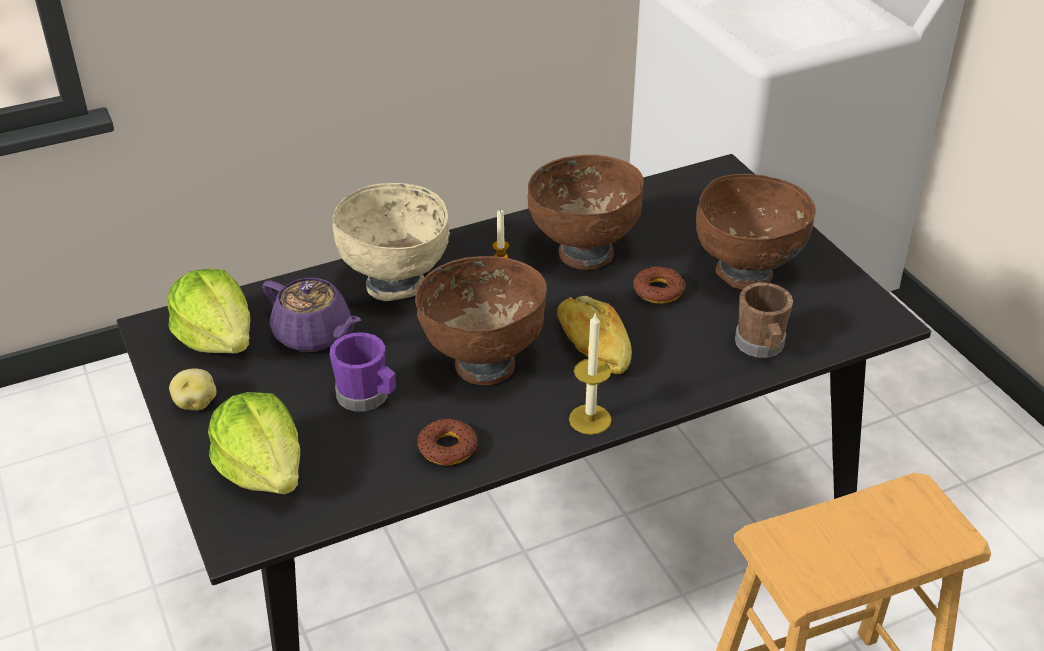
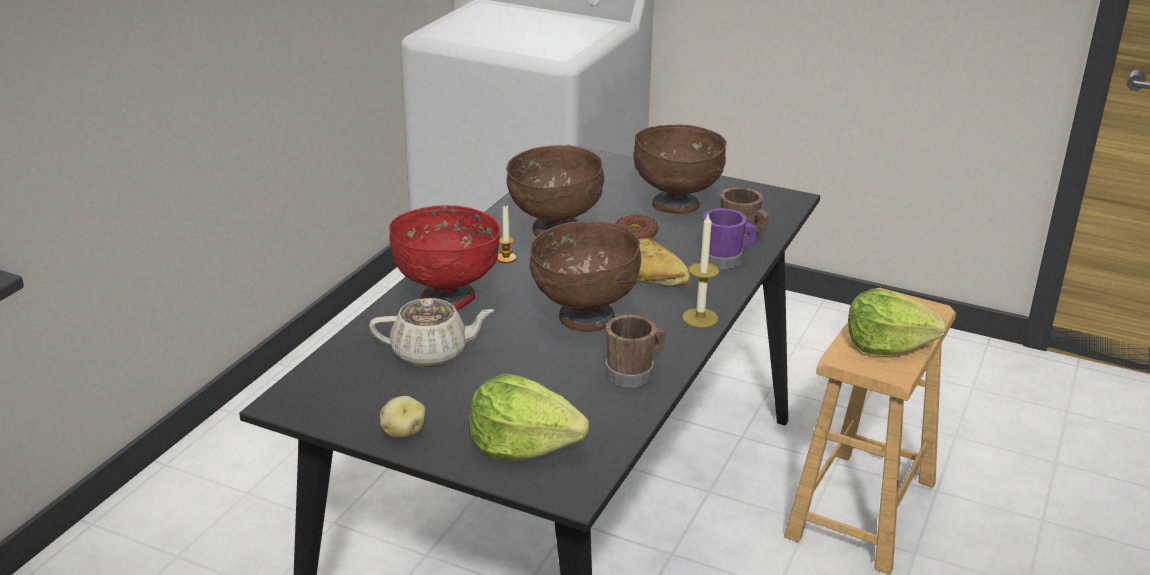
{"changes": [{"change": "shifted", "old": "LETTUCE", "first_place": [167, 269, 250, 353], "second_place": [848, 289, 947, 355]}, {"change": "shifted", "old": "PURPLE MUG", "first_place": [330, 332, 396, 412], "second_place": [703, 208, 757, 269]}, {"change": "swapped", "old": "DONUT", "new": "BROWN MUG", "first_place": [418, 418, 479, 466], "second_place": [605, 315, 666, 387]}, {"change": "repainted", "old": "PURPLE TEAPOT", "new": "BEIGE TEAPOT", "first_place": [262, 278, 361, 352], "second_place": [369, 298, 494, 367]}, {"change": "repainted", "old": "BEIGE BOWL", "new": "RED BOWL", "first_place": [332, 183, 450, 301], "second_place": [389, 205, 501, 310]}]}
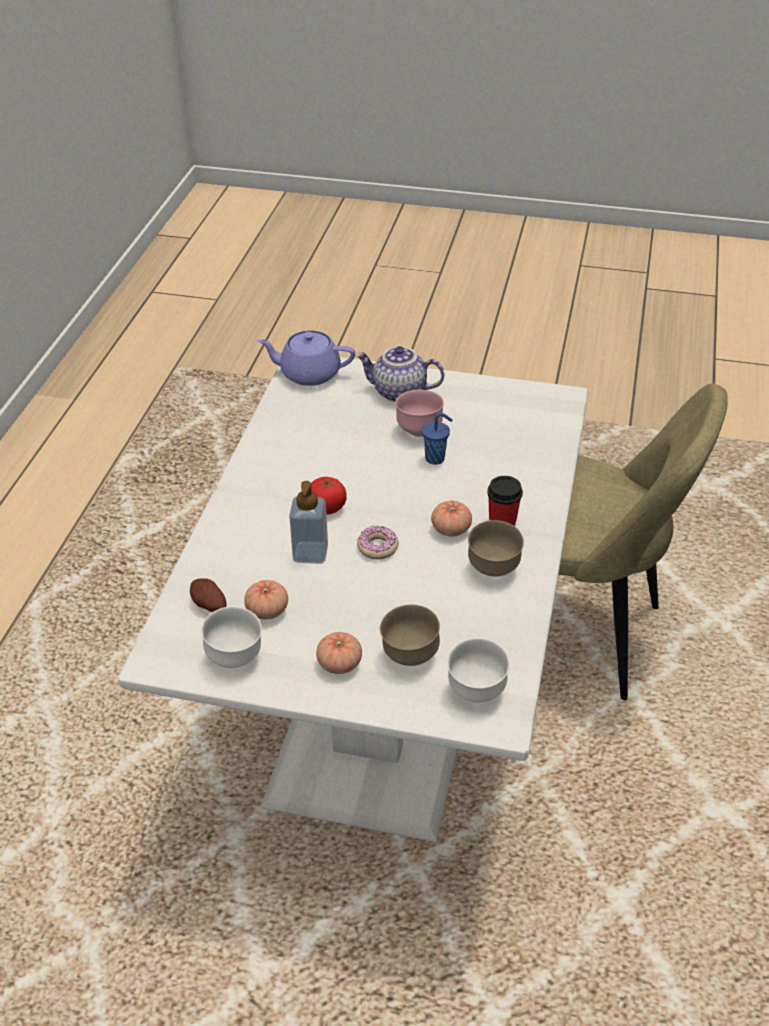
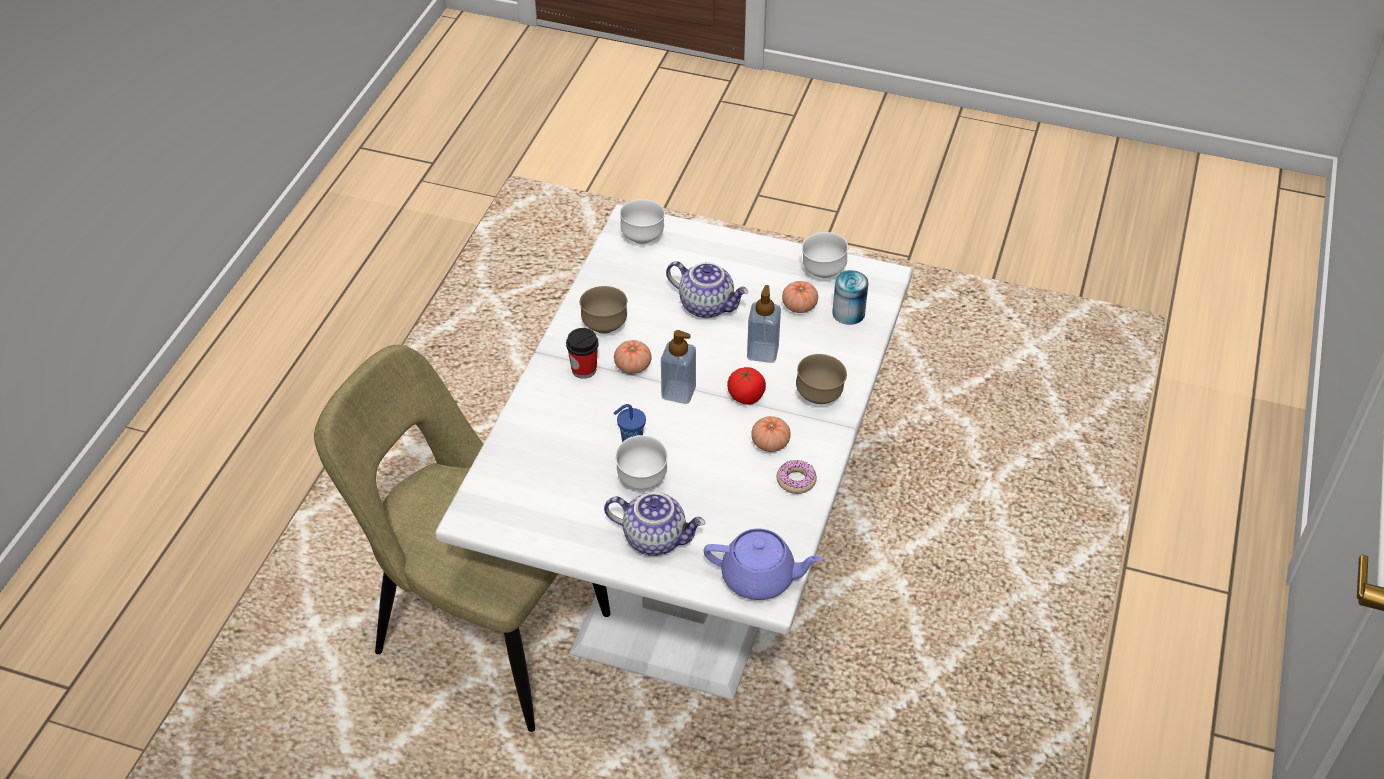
{"changes": [{"change": "new", "new": "SOAP DISPENSER", "second_place": [661, 330, 696, 404]}, {"change": "new", "new": "TEAPOT", "second_place": [666, 261, 748, 318]}, {"change": "shifted", "old": "TOMATO", "first_place": [316, 632, 362, 674], "second_place": [751, 416, 791, 452]}, {"change": "shifted", "old": "DONUT", "first_place": [357, 526, 399, 559], "second_place": [776, 460, 817, 494]}, {"change": "shifted", "old": "BROWN BOWL", "first_place": [380, 605, 440, 666], "second_place": [796, 354, 847, 404]}, {"change": "swapped", "old": "POTATO", "new": "CAN", "first_place": [190, 578, 227, 612], "second_place": [832, 270, 868, 325]}, {"change": "repainted", "old": "PINK BOWL", "new": "WHITE BOWL", "first_place": [395, 390, 444, 437], "second_place": [615, 435, 668, 489]}]}
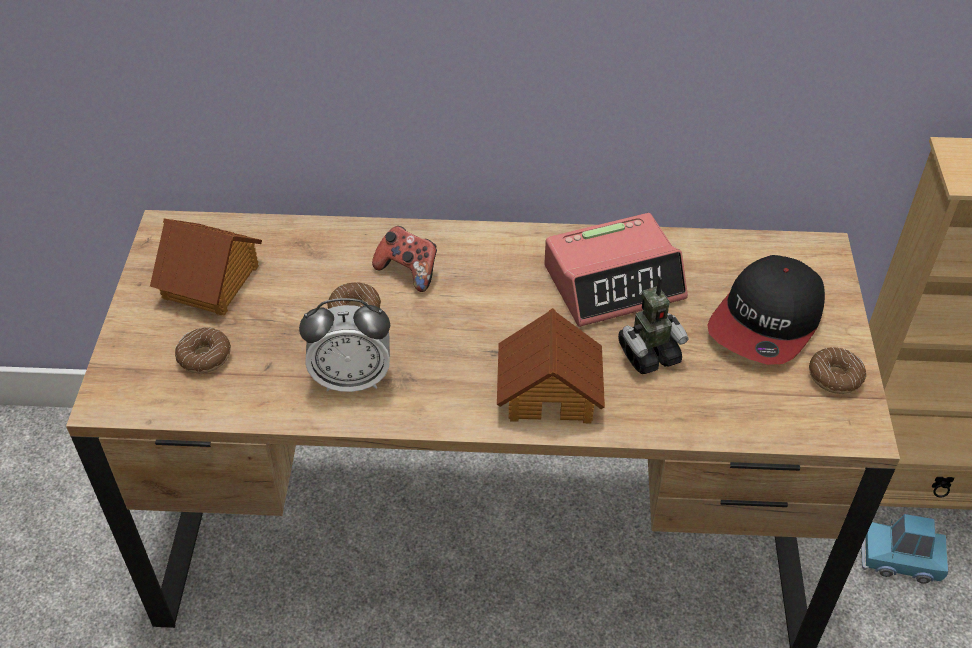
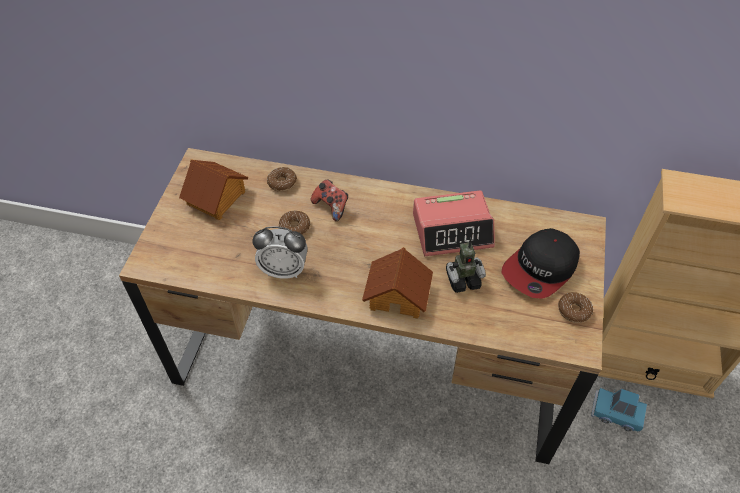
{"changes": [{"change": "shifted", "old": "DONUT", "first_place": [175, 327, 231, 373], "second_place": [267, 167, 297, 192]}]}
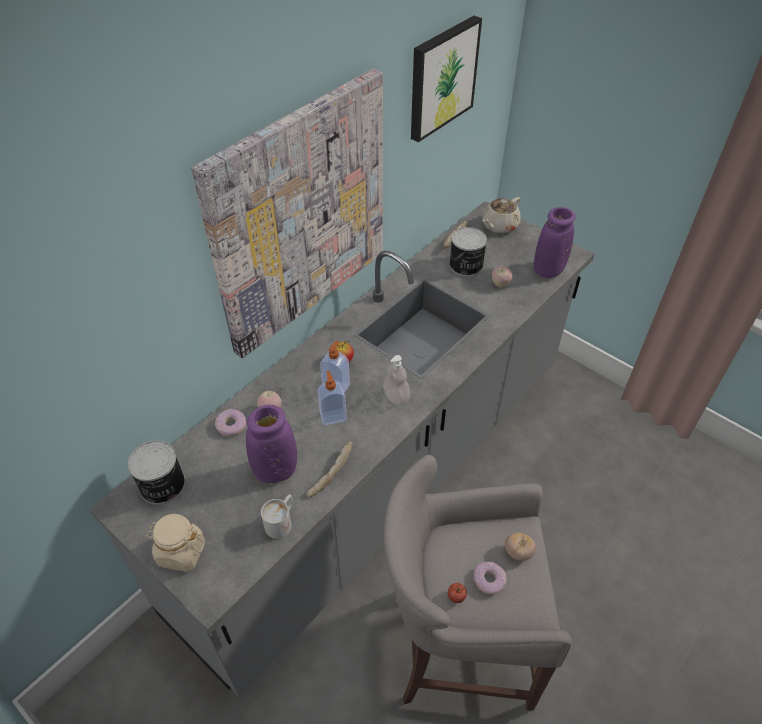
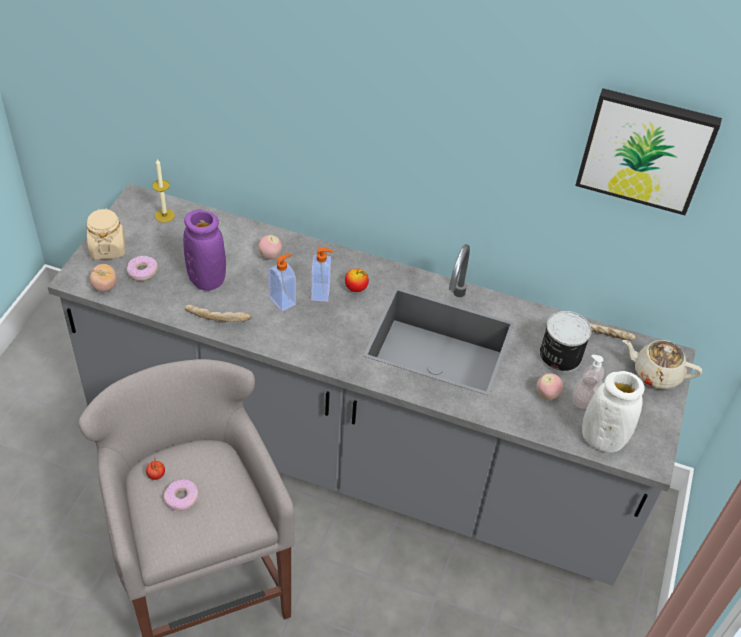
{"changes": [{"change": "gone", "old": "PICTURE", "first_place": [191, 69, 383, 358]}, {"change": "gone", "old": "WHITE MUG", "first_place": [261, 495, 293, 539]}, {"change": "shifted", "old": "DONUT", "first_place": [215, 409, 246, 436], "second_place": [127, 255, 158, 281]}, {"change": "shifted", "old": "SOAP DISPENSER", "first_place": [383, 355, 410, 406], "second_place": [572, 355, 604, 409]}, {"change": "shifted", "old": "TOMATO", "first_place": [505, 533, 536, 561], "second_place": [89, 264, 117, 292]}, {"change": "swapped", "old": "CAN", "new": "CANDLE", "first_place": [128, 441, 186, 505], "second_place": [152, 159, 175, 223]}, {"change": "repainted", "old": "PURPLE VASE", "new": "WHITE VASE", "first_place": [533, 207, 576, 278], "second_place": [582, 371, 645, 453]}]}
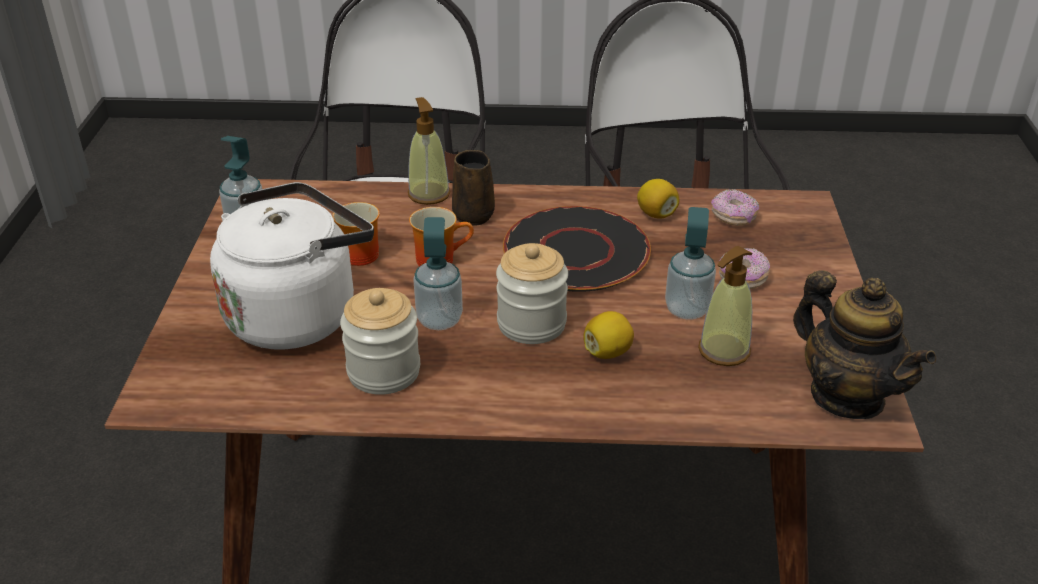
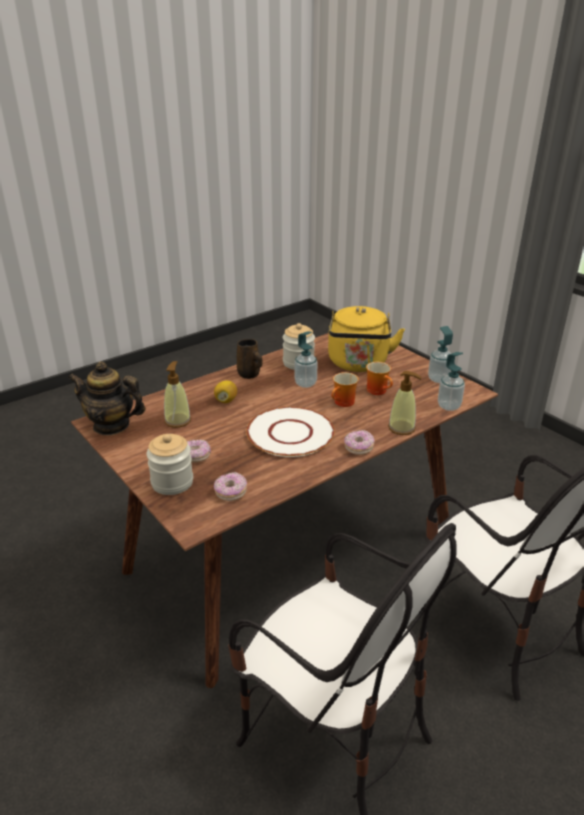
{"changes": [{"change": "gone", "old": "LEMON", "first_place": [637, 179, 679, 218]}, {"change": "new", "new": "DONUT", "second_place": [344, 430, 374, 455]}, {"change": "shifted", "old": "BROWN MUG", "first_place": [452, 150, 495, 226], "second_place": [237, 339, 263, 379]}, {"change": "shifted", "old": "JAR", "first_place": [496, 243, 568, 344], "second_place": [147, 434, 193, 495]}, {"change": "shifted", "old": "SOAP DISPENSER", "first_place": [665, 207, 716, 320], "second_place": [438, 352, 465, 411]}, {"change": "repainted", "old": "WHITE KETTLE", "new": "YELLOW KETTLE", "first_place": [210, 182, 374, 350], "second_place": [328, 306, 405, 372]}, {"change": "repainted", "old": "BLACK PLATE", "new": "WHITE PLATE", "first_place": [503, 206, 651, 292], "second_place": [246, 407, 335, 457]}]}
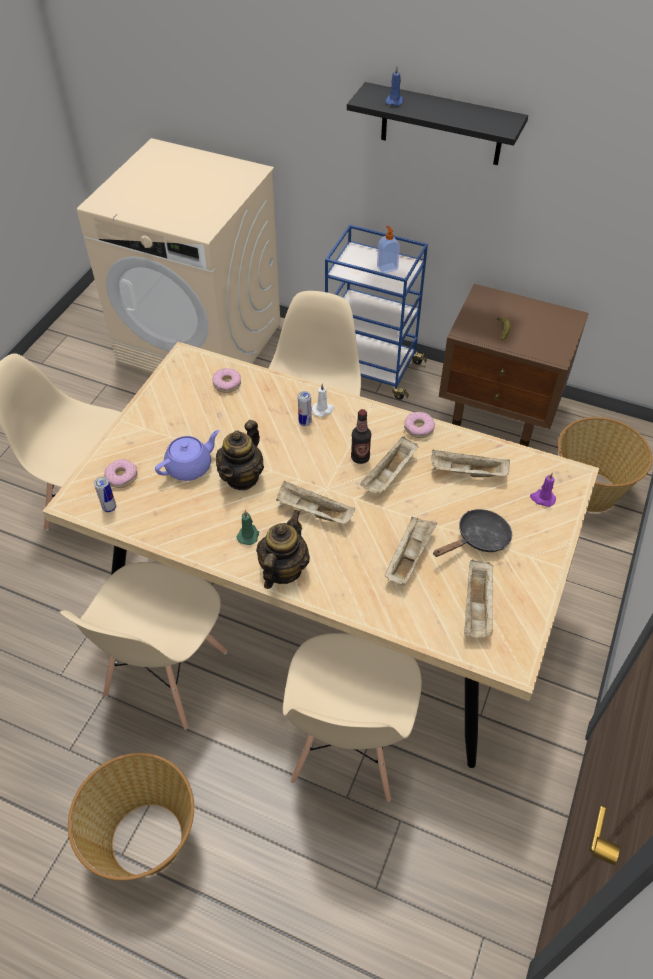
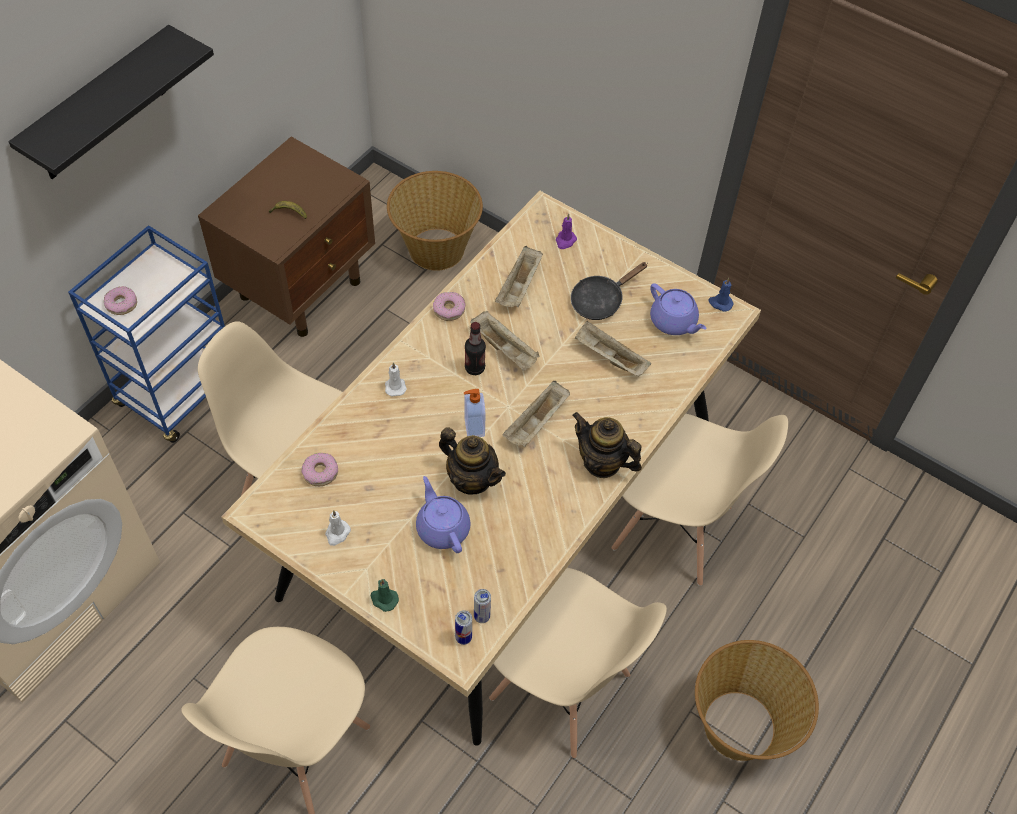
{"changes": [{"change": "new", "new": "WHITE CANDLE", "second_place": [325, 510, 351, 546]}, {"change": "shifted", "old": "DONUT", "first_place": [104, 459, 137, 488], "second_place": [104, 286, 137, 315]}, {"change": "shifted", "old": "GREEN CANDLE", "first_place": [237, 510, 259, 545], "second_place": [371, 579, 399, 612]}, {"change": "shifted", "old": "CAN", "first_place": [298, 391, 312, 426], "second_place": [455, 610, 472, 645]}, {"change": "shifted", "old": "SOAP DISPENSER", "first_place": [377, 226, 400, 273], "second_place": [464, 389, 486, 437]}, {"change": "shifted", "old": "BLUE CANDLE", "first_place": [385, 66, 403, 106], "second_place": [709, 278, 733, 312]}, {"change": "swapped", "old": "BEIGE TRAY", "new": "PURPLE TEAPOT", "first_place": [464, 559, 494, 637], "second_place": [650, 283, 707, 335]}, {"change": "rotated", "old": "BLACK FRYING PAN", "first_place": [433, 509, 512, 557], "second_place": [571, 262, 648, 320], "degrees": -105}]}
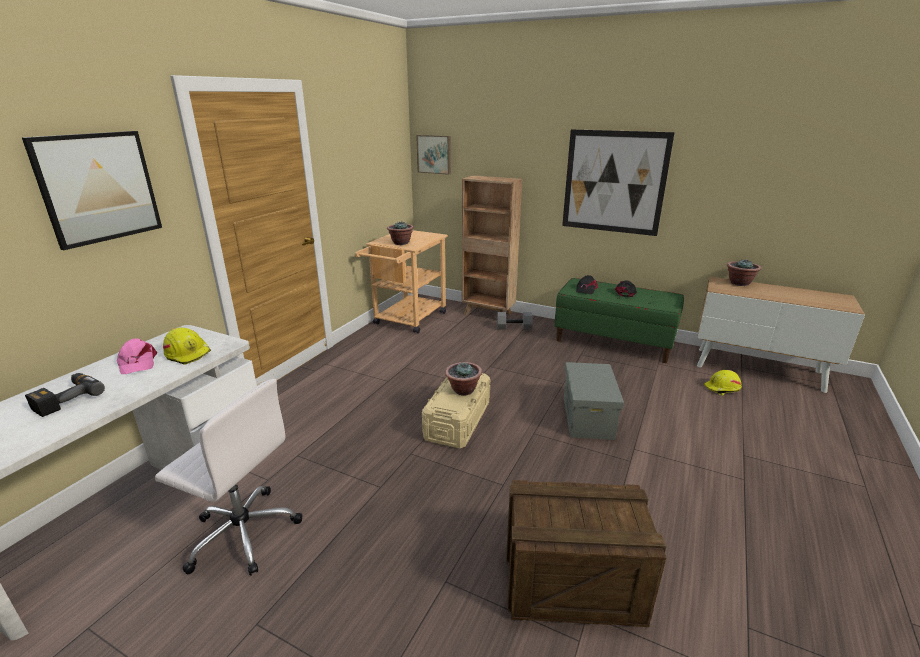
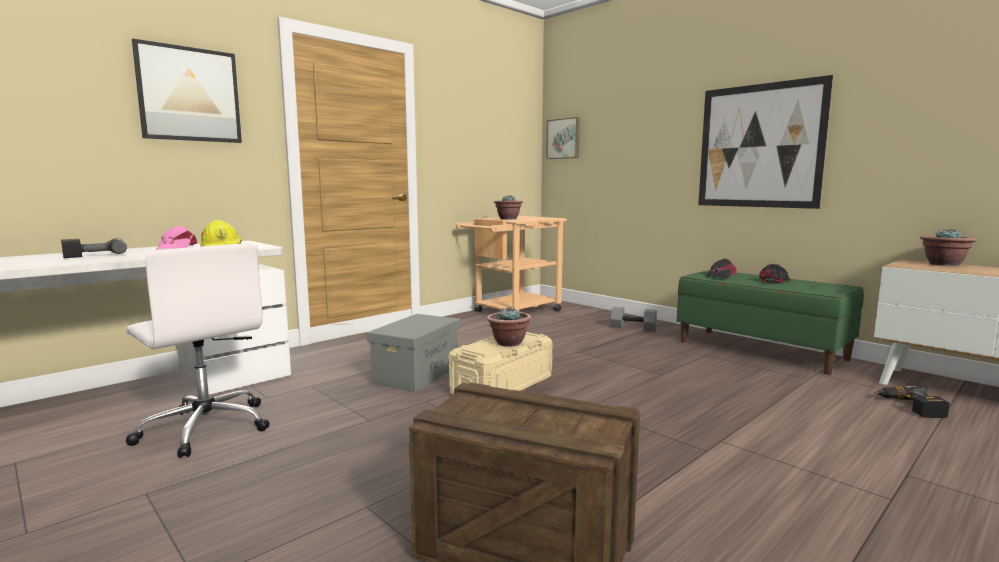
{"changes": [{"change": "gone", "old": "BROWN BOOKCASE", "first_place": [462, 175, 522, 315]}, {"change": "shifted", "old": "GREY STORAGE BOX", "first_place": [564, 362, 624, 440], "second_place": [367, 314, 460, 392]}, {"change": "swapped", "old": "YELLOW HARD HAT", "new": "POWER DRILL", "first_place": [704, 370, 742, 396], "second_place": [874, 386, 950, 418]}]}
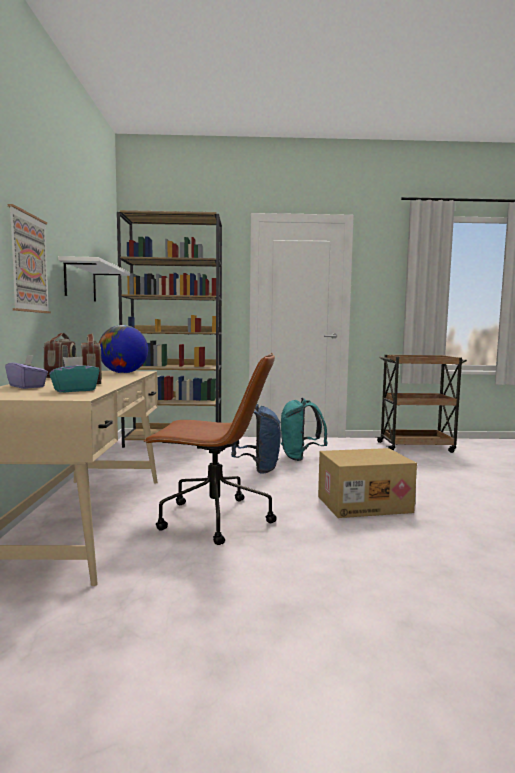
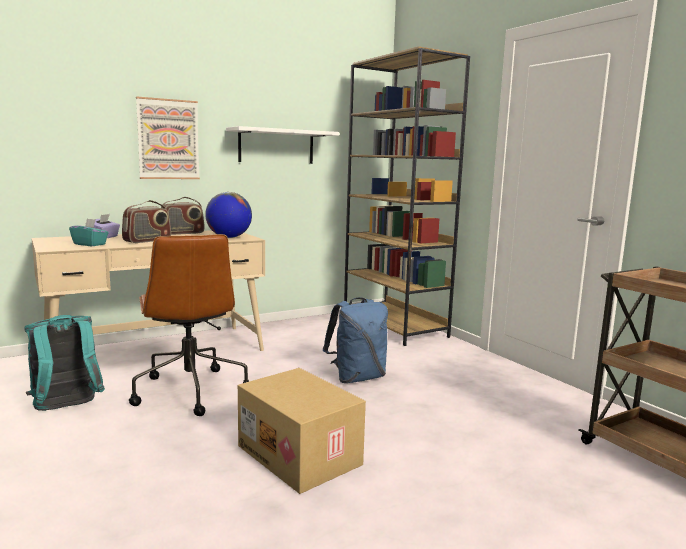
{"changes": [{"change": "shifted", "old": "TURQUOISE BACKPACK", "first_place": [281, 398, 327, 461], "second_place": [24, 315, 105, 411]}]}
